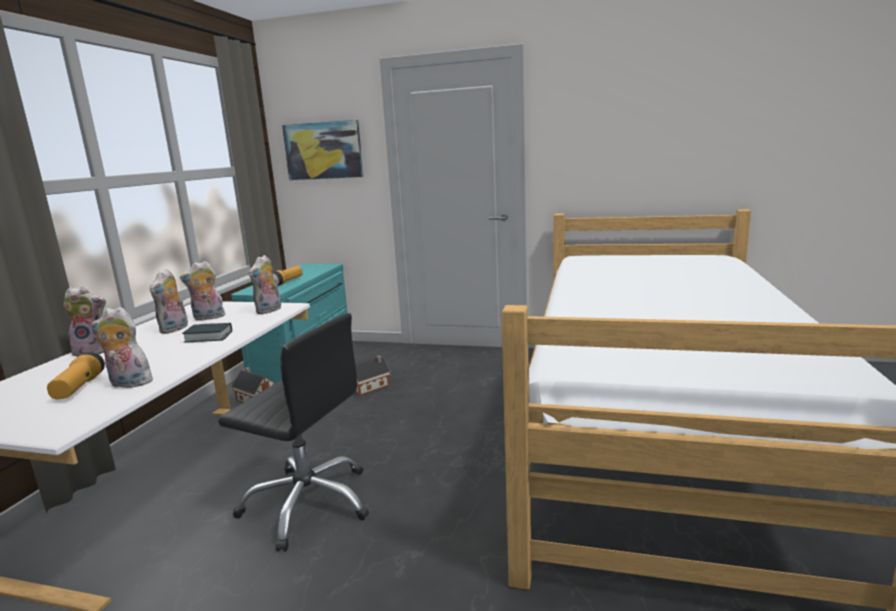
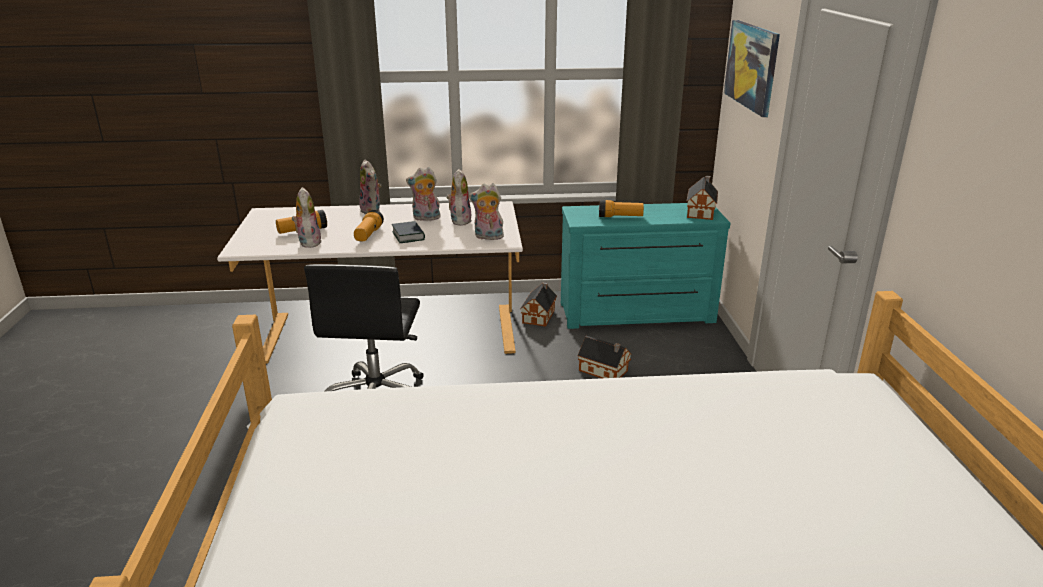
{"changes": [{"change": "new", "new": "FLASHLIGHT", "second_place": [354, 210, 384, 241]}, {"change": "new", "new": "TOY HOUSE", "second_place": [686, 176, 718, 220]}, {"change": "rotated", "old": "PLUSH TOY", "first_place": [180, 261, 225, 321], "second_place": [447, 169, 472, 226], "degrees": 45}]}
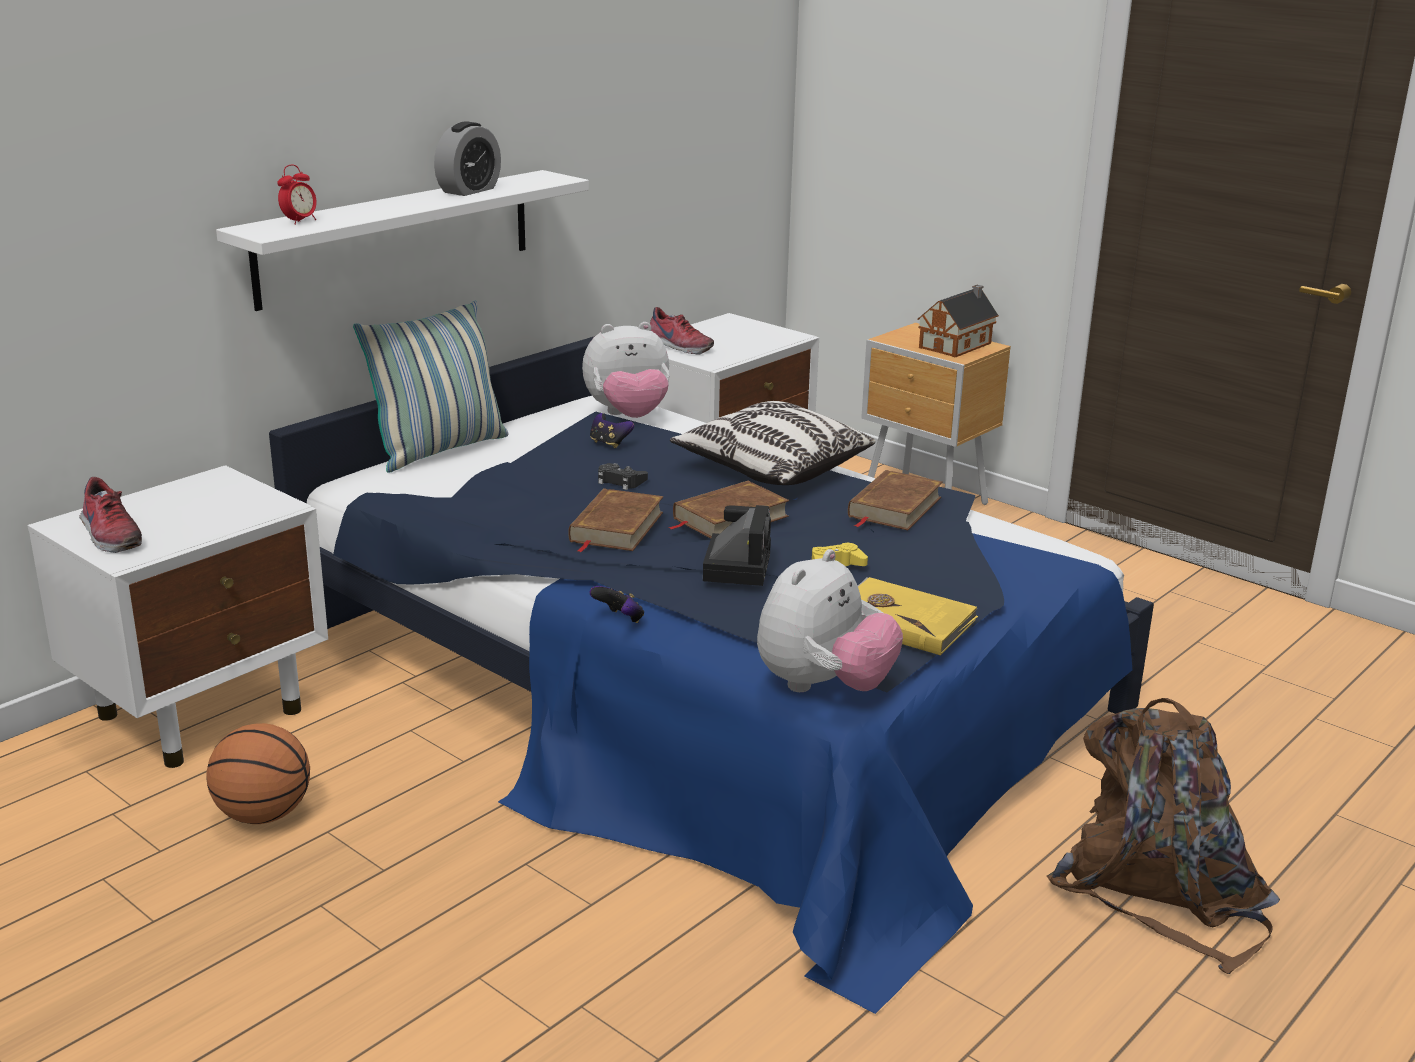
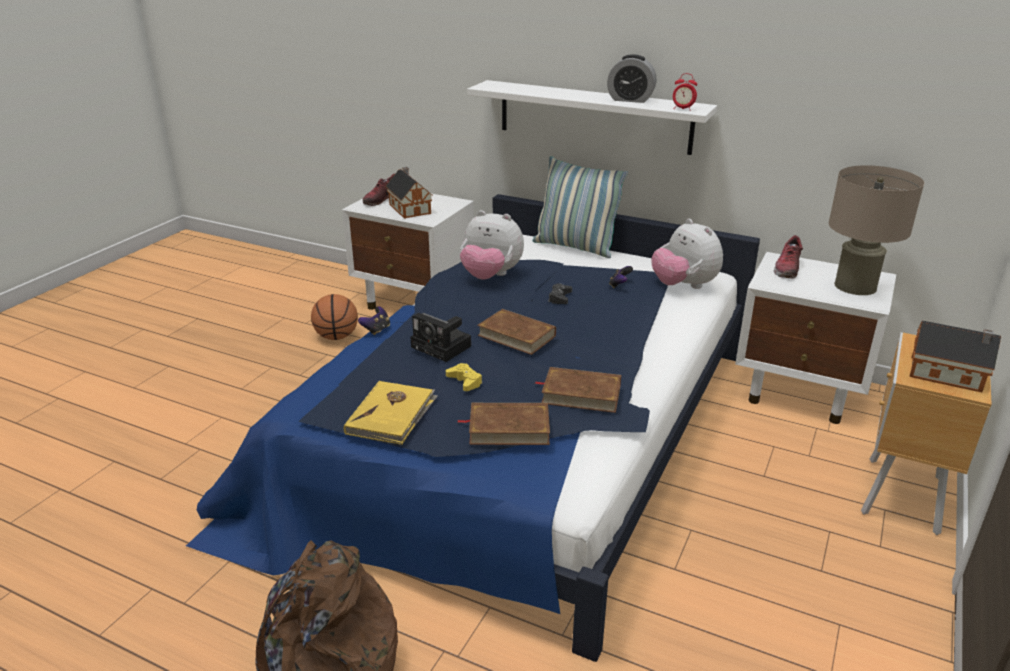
{"changes": [{"change": "gone", "old": "PILLOW", "first_place": [670, 401, 875, 485]}, {"change": "new", "new": "TOY HOUSE", "second_place": [385, 167, 432, 219]}, {"change": "new", "new": "BEIGE TABLE LAMP", "second_place": [829, 165, 924, 295]}, {"change": "shifted", "old": "ALARM CLOCK", "first_place": [277, 165, 317, 225], "second_place": [673, 73, 697, 111]}, {"change": "shifted", "old": "BROWN BOOK", "first_place": [568, 488, 663, 552], "second_place": [458, 403, 550, 445]}, {"change": "shifted", "old": "PLUSH TOY", "first_place": [757, 549, 903, 692], "second_place": [460, 210, 524, 279]}, {"change": "rotated", "old": "PHOTO CAMERA", "first_place": [703, 505, 771, 586], "second_place": [410, 313, 471, 362], "degrees": 45}]}
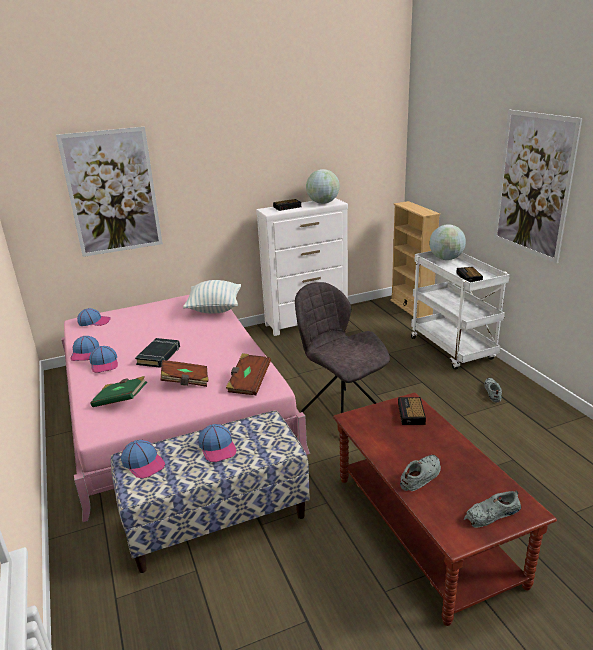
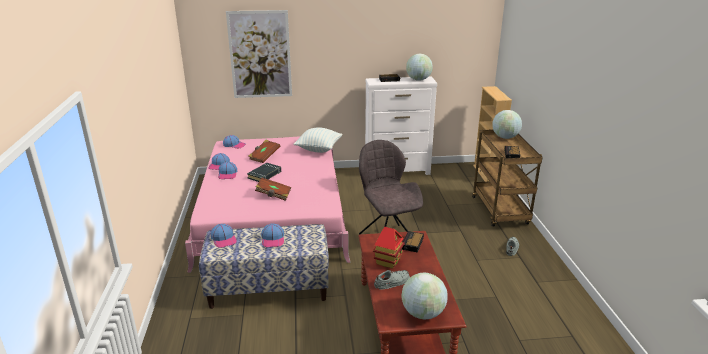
{"changes": [{"change": "gone", "old": "GREEN BOOK", "first_place": [90, 376, 147, 407]}, {"change": "gone", "old": "PICTURE", "first_place": [494, 110, 582, 263]}, {"change": "new", "new": "TOY HOUSE", "second_place": [373, 227, 404, 268]}, {"change": "shifted", "old": "BROWN BOOK", "first_place": [226, 353, 271, 395], "second_place": [248, 140, 280, 163]}, {"change": "swapped", "old": "GREY SHOE", "new": "GLOBE", "first_place": [464, 490, 521, 527], "second_place": [401, 273, 447, 319]}, {"change": "repainted", "old": "WHITE CART", "new": "BROWN CART", "first_place": [411, 251, 510, 370], "second_place": [472, 129, 543, 227]}]}
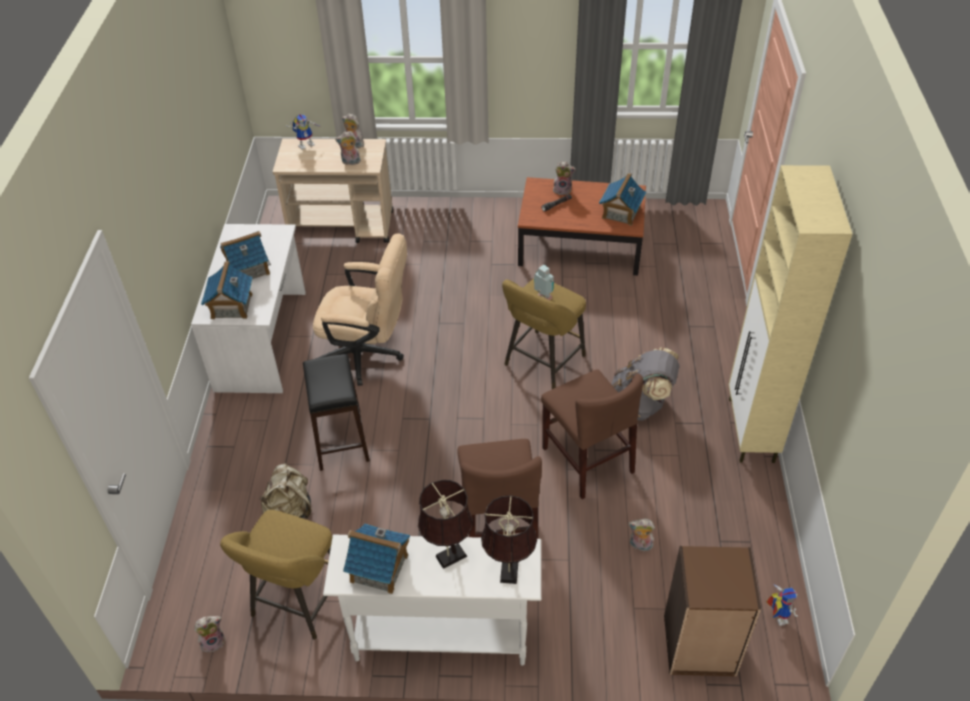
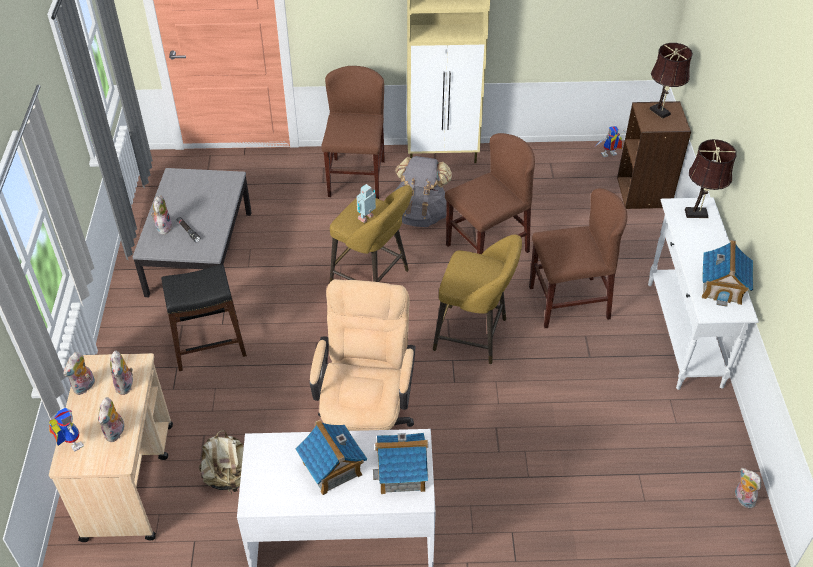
{"changes": [{"change": "gone", "old": "TOY HOUSE", "first_place": [599, 173, 646, 226]}, {"change": "new", "new": "BROWN CHAIR", "second_place": [321, 66, 385, 199]}, {"change": "shifted", "old": "YELLOW STOOL", "first_place": [220, 510, 332, 639], "second_place": [433, 234, 522, 364]}, {"change": "shifted", "old": "BEIGE BACKPACK", "first_place": [260, 463, 312, 519], "second_place": [199, 430, 244, 495]}, {"change": "shifted", "old": "BLACK STOOL", "first_place": [303, 354, 370, 471], "second_place": [161, 265, 247, 371]}, {"change": "shifted", "old": "BROWN TABLE LAMP", "first_place": [418, 480, 473, 569], "second_place": [649, 43, 693, 119]}, {"change": "shifted", "old": "PLUSH TOY", "first_place": [628, 518, 655, 551], "second_place": [98, 397, 124, 442]}, {"change": "repainted", "old": "BROWN COFFEE TABLE", "new": "GREY COFFEE TABLE", "first_place": [518, 177, 646, 276], "second_place": [133, 168, 252, 297]}]}
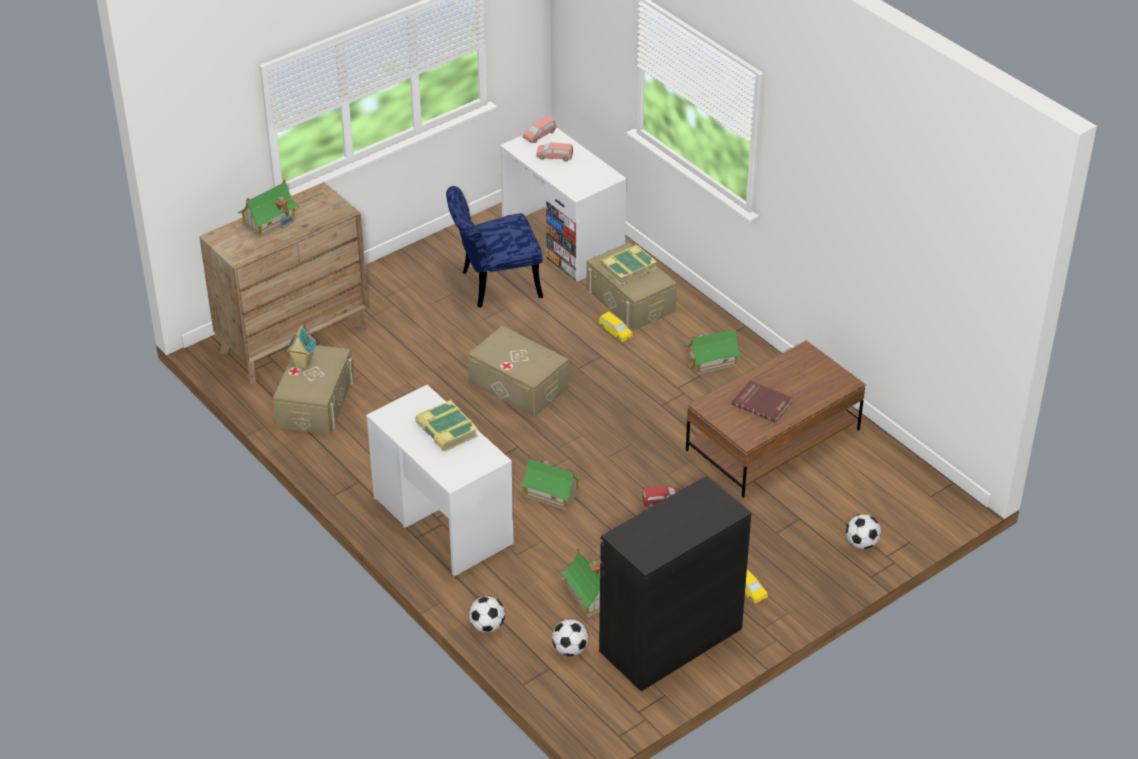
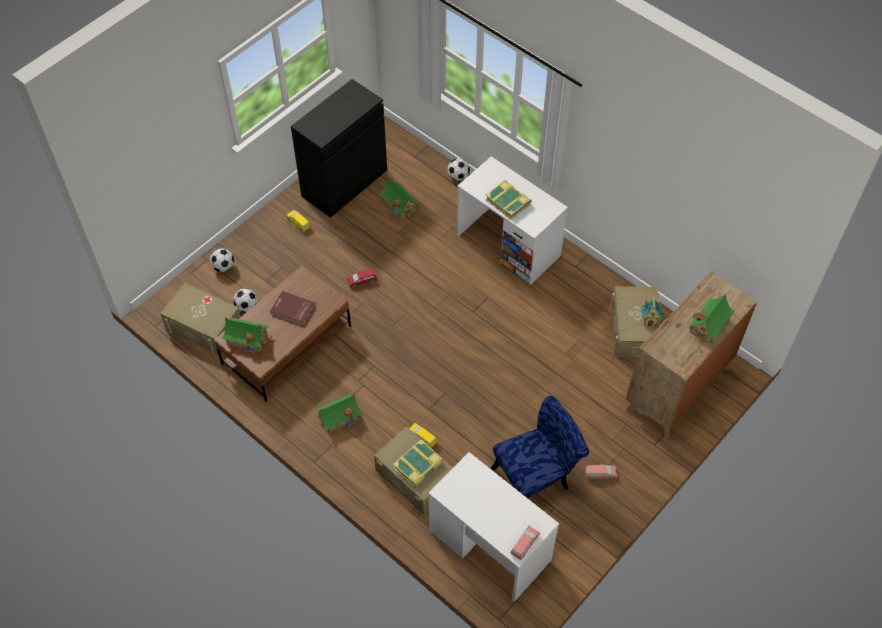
{"changes": [{"change": "shifted", "old": "BEIGE STORAGE BOX", "first_place": [468, 326, 568, 417], "second_place": [160, 283, 241, 355]}, {"change": "shifted", "old": "TOY HOUSE", "first_place": [520, 456, 583, 510], "second_place": [222, 317, 269, 353]}, {"change": "shifted", "old": "PINK TOY CAR", "first_place": [536, 142, 573, 162], "second_place": [585, 465, 617, 480]}, {"change": "shifted", "old": "FOOTBALL", "first_place": [552, 619, 589, 656], "second_place": [233, 288, 258, 312]}]}
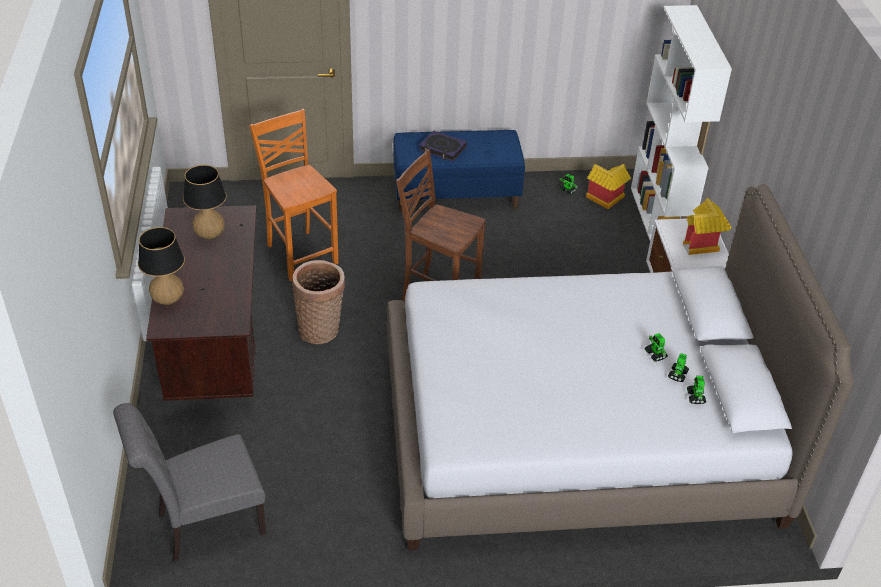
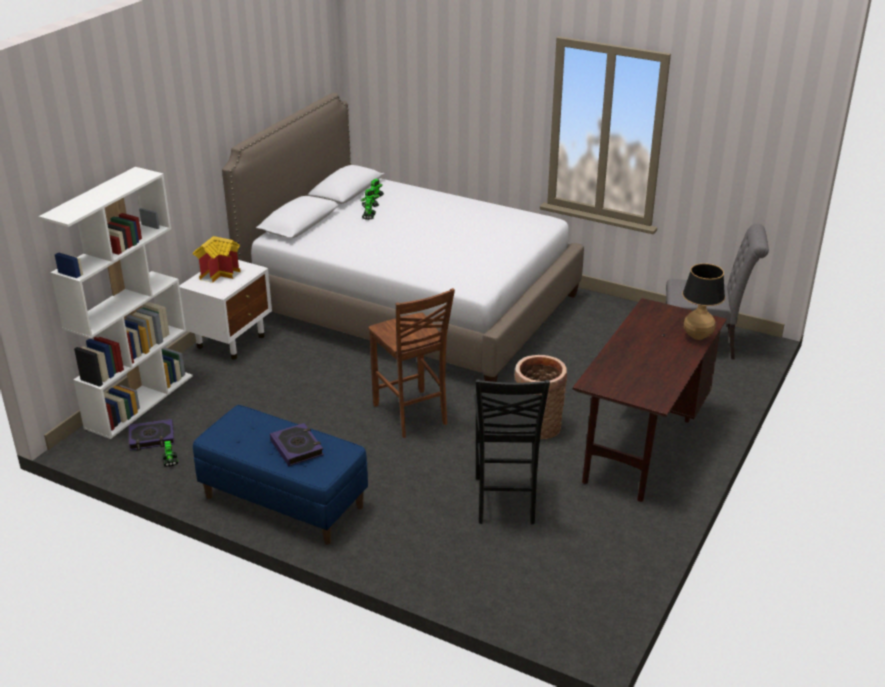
{"changes": [{"change": "gone", "old": "TABLE LAMP", "first_place": [183, 165, 246, 251]}, {"change": "swapped", "old": "TOY HOUSE", "new": "BOOK", "first_place": [586, 164, 631, 209], "second_place": [129, 419, 175, 451]}, {"change": "repainted", "old": "ORANGE CHAIR", "new": "BLACK CHAIR", "first_place": [249, 109, 338, 281], "second_place": [474, 379, 550, 525]}]}
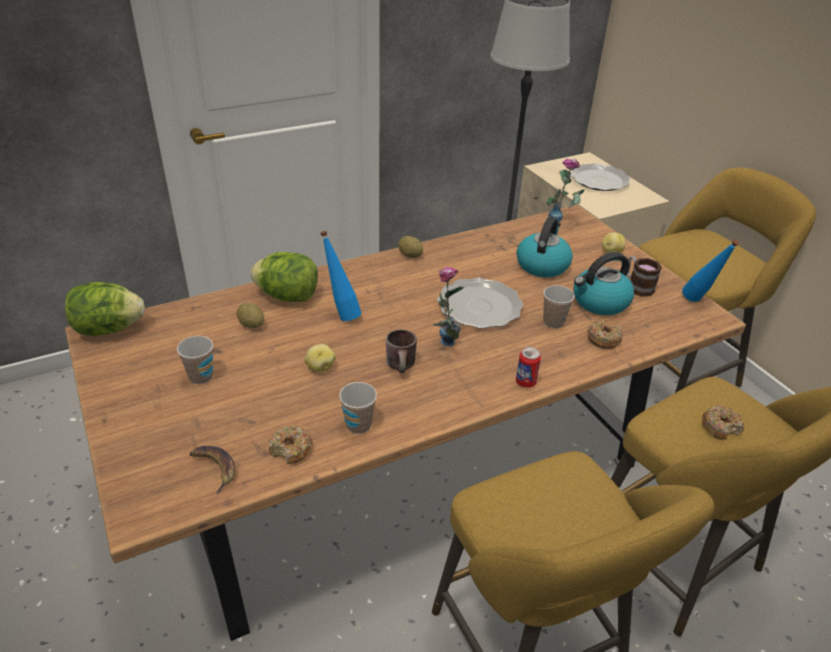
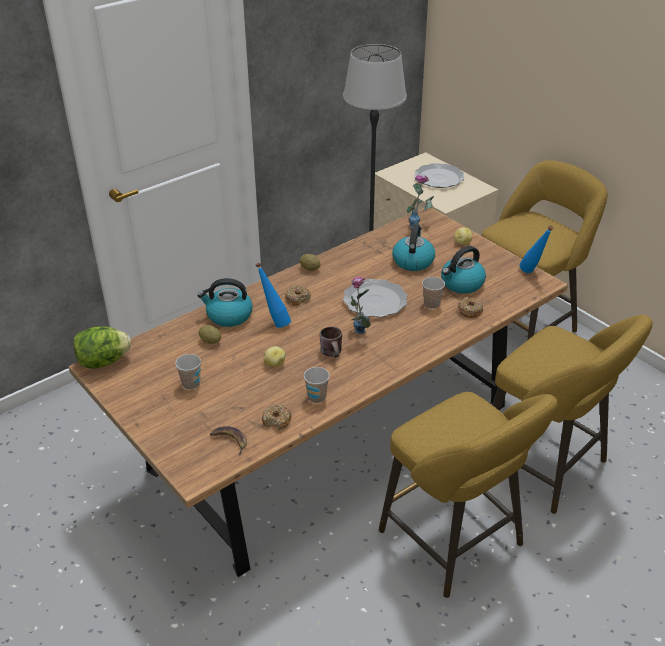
{"changes": [{"change": "gone", "old": "CAN", "first_place": [516, 347, 541, 388]}, {"change": "gone", "old": "MUG", "first_place": [627, 256, 662, 297]}, {"change": "shifted", "old": "DONUT", "first_place": [702, 405, 745, 440], "second_place": [285, 285, 311, 306]}, {"change": "swapped", "old": "LETTUCE", "new": "KETTLE", "first_place": [250, 252, 318, 302], "second_place": [197, 278, 253, 327]}]}
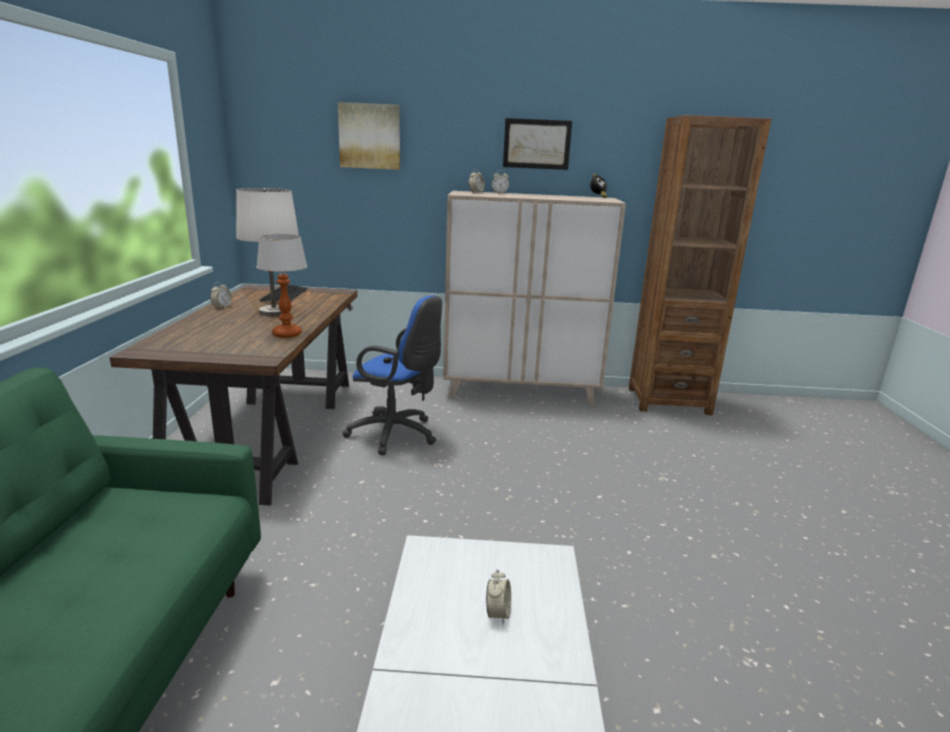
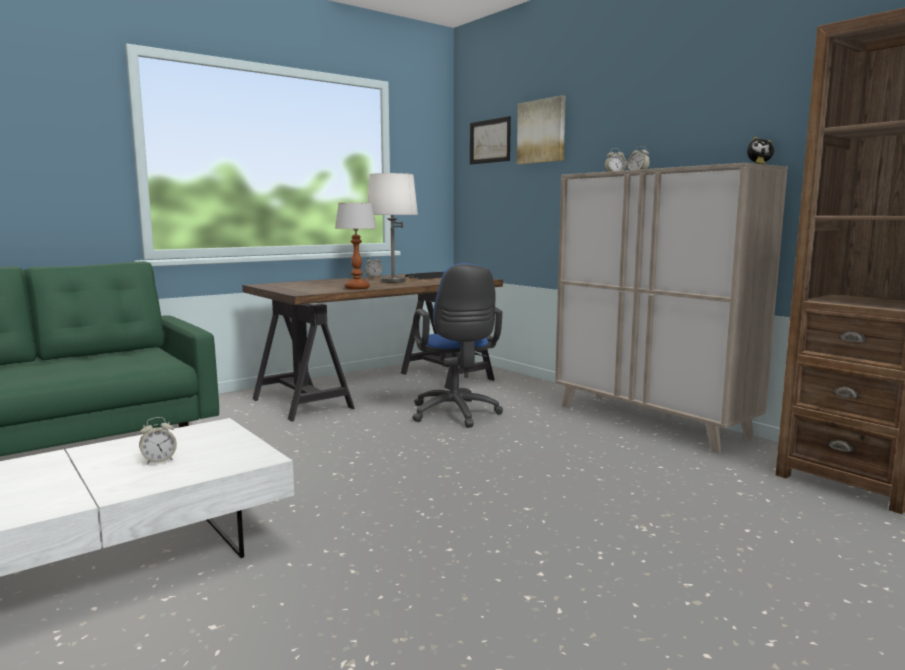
{"changes": [{"change": "shifted", "old": "PICTURE", "first_place": [503, 118, 572, 170], "second_place": [470, 116, 511, 165]}]}
